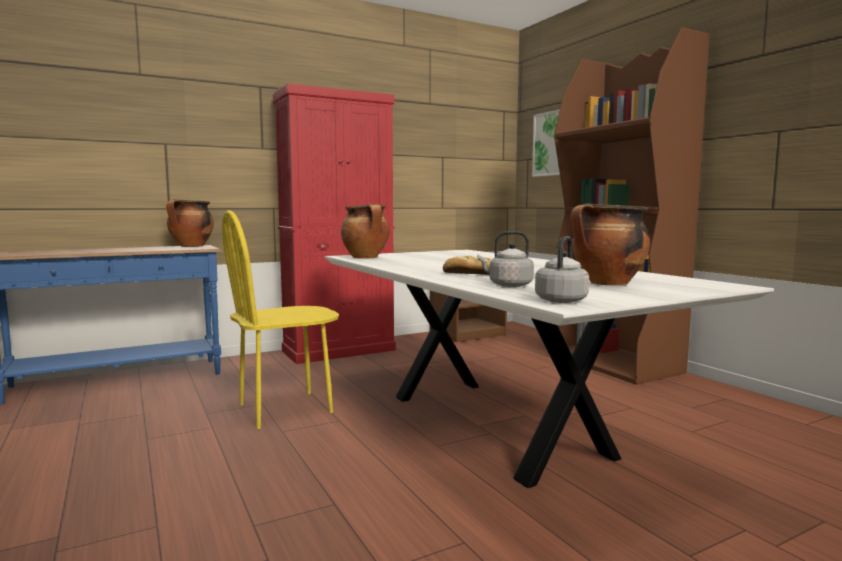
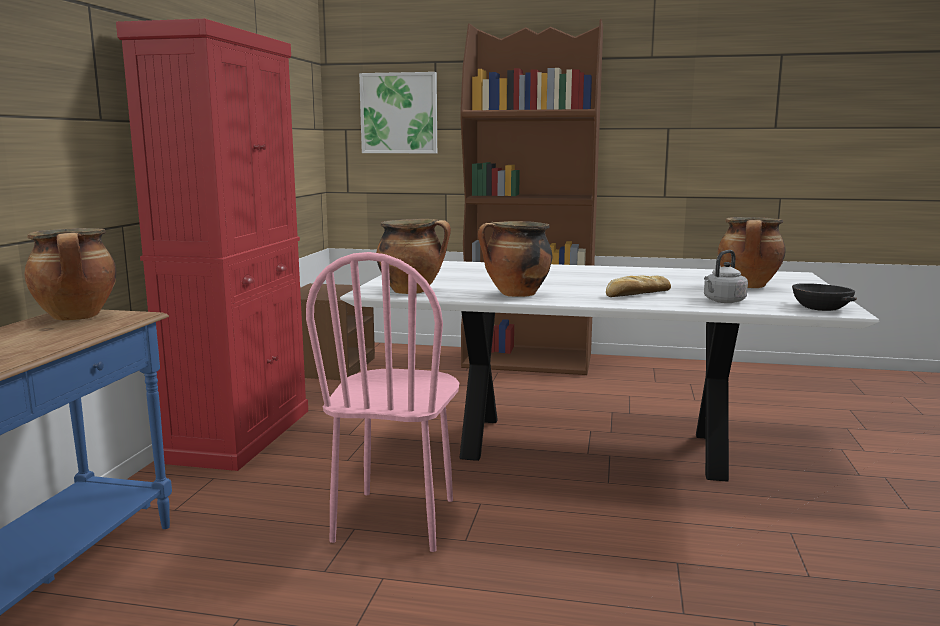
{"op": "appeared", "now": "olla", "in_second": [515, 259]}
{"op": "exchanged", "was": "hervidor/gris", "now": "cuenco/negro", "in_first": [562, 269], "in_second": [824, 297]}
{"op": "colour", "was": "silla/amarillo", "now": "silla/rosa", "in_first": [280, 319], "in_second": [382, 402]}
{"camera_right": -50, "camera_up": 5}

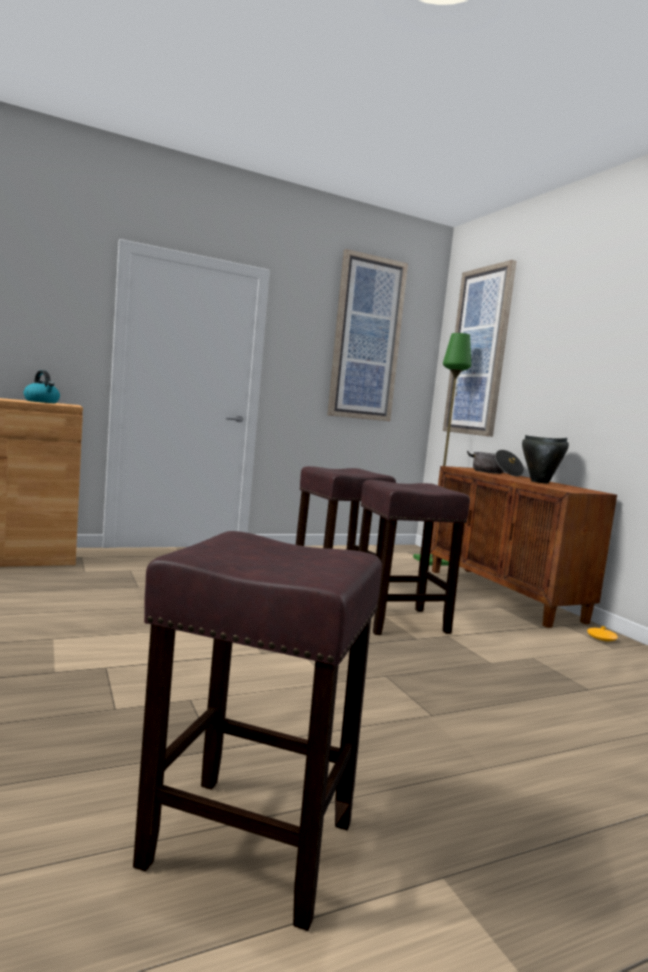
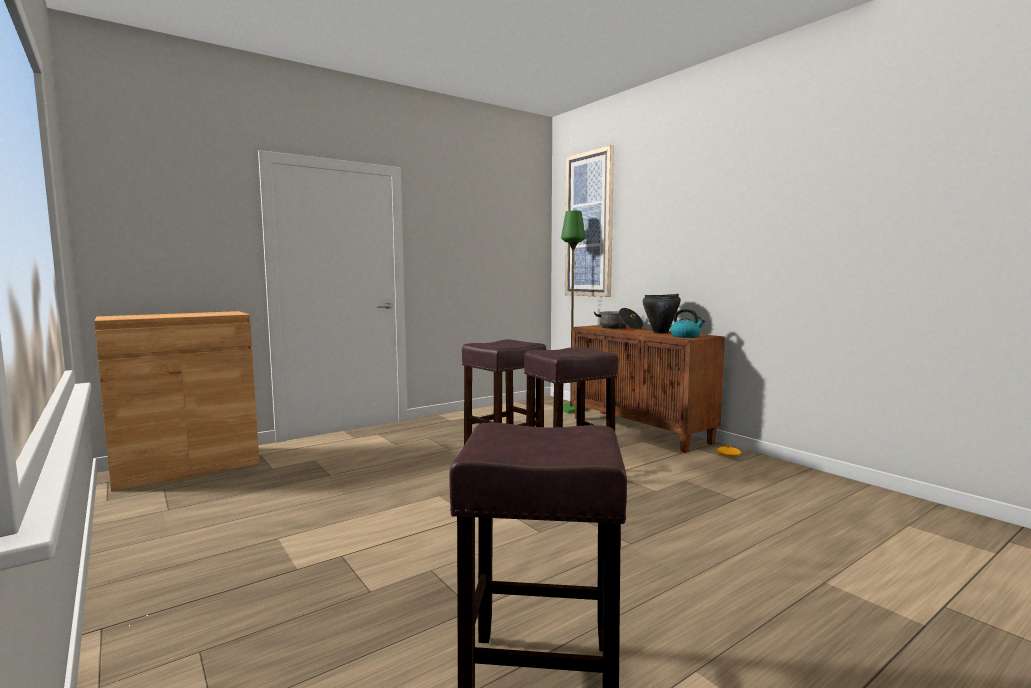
{"op": "missing", "was": "cuadro", "in_first": [367, 335]}
{"op": "relocated", "was": "hervidor", "in_first": [42, 386], "in_second": [687, 323]}
{"camera_right": -10, "camera_up": 0}

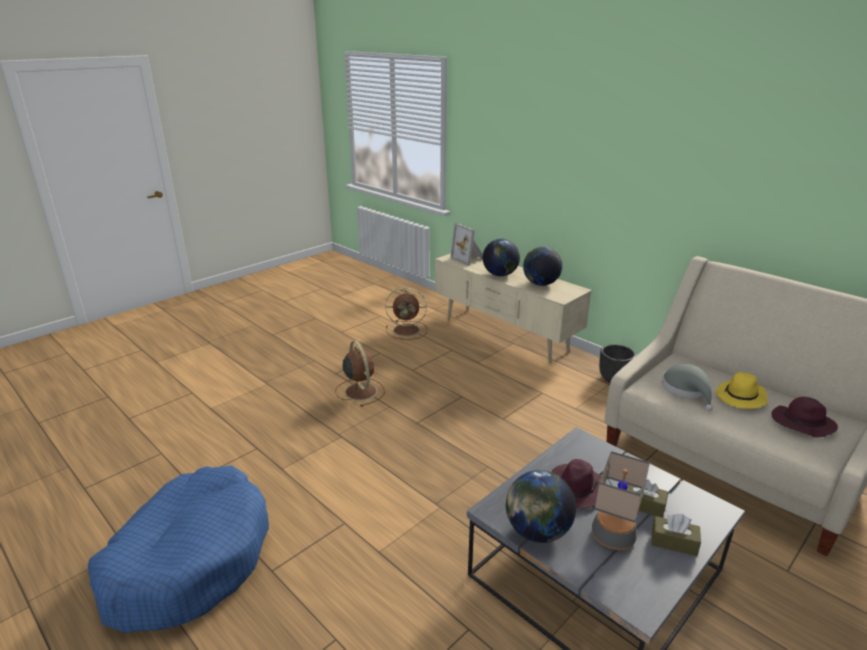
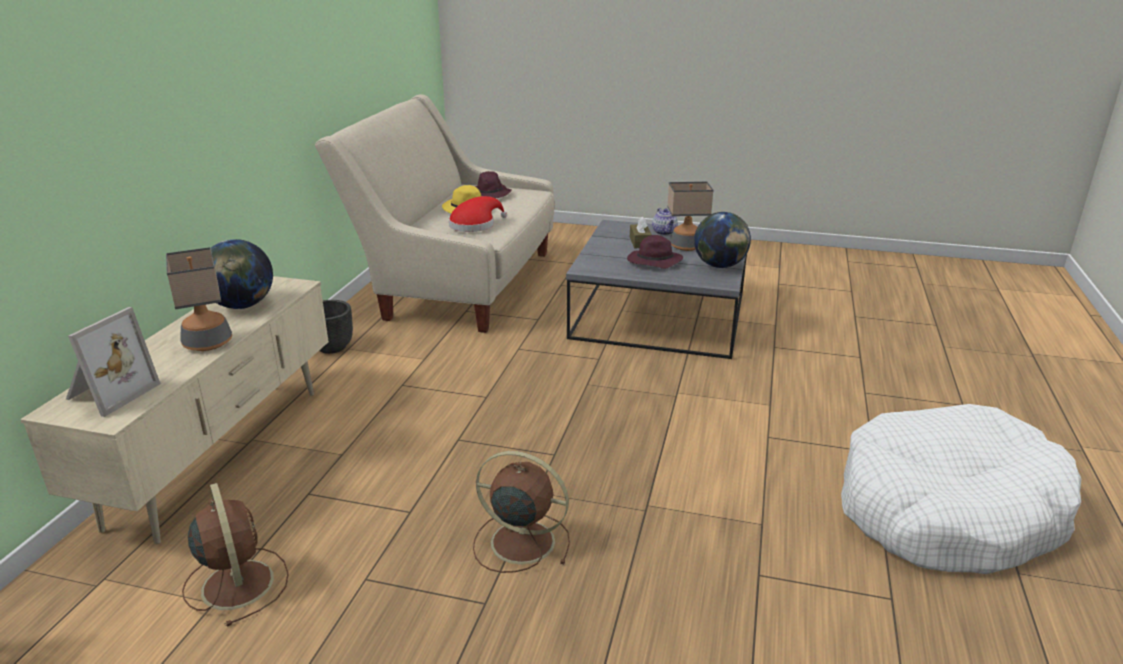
{"op": "exchanged", "was": "globo terráqueo", "now": "lámpara de mesa", "in_first": [501, 257], "in_second": [199, 299]}
{"op": "exchanged", "was": "caja de pañuelos/marrón", "now": "tetera", "in_first": [676, 535], "in_second": [665, 221]}
{"op": "colour", "was": "cama para perro/azul", "now": "cama para perro/blanco", "in_first": [178, 549], "in_second": [961, 489]}
{"op": "colour", "was": "sombrero/gris", "now": "sombrero/rojo", "in_first": [687, 387], "in_second": [478, 214]}
{"op": "spun", "was": "ventilador/marrón", "in_first": [360, 373], "in_second": [521, 512], "clockwise": 75}
{"camera_right": -120, "camera_up": 0}

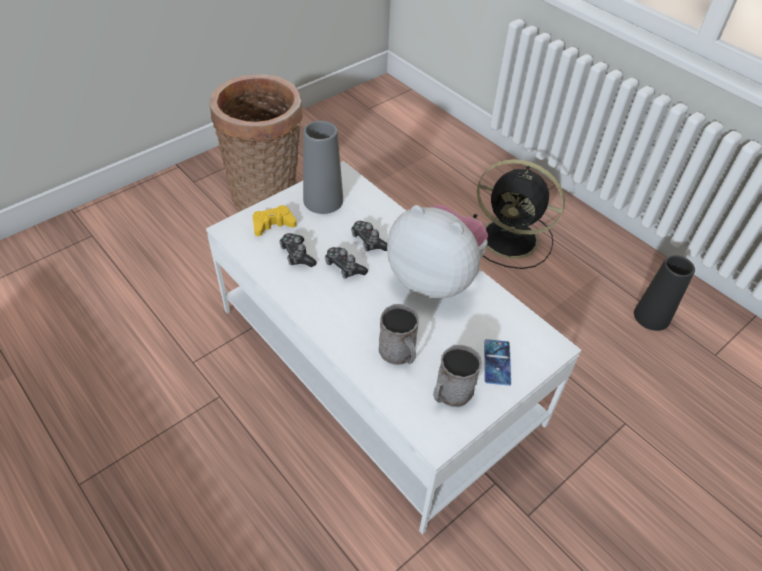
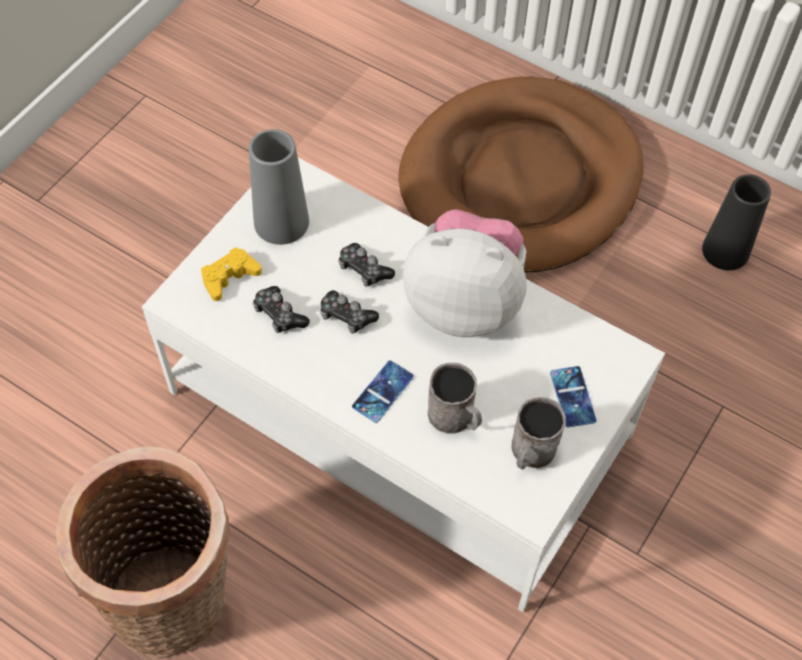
{"op": "appeared", "now": "móvil", "in_second": [383, 391]}
{"op": "relocated", "was": "cesta", "in_first": [256, 142], "in_second": [143, 552]}
{"op": "exchanged", "was": "ventilador/negro", "now": "cama para perro/marrón", "in_first": [519, 214], "in_second": [520, 174]}
{"camera_right": -15, "camera_up": 10}

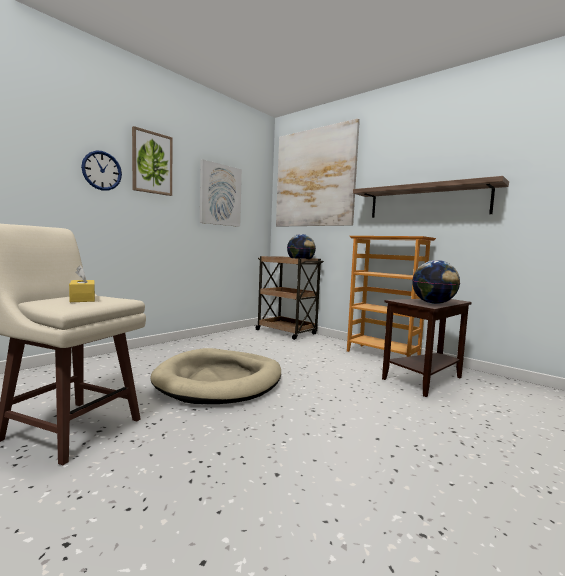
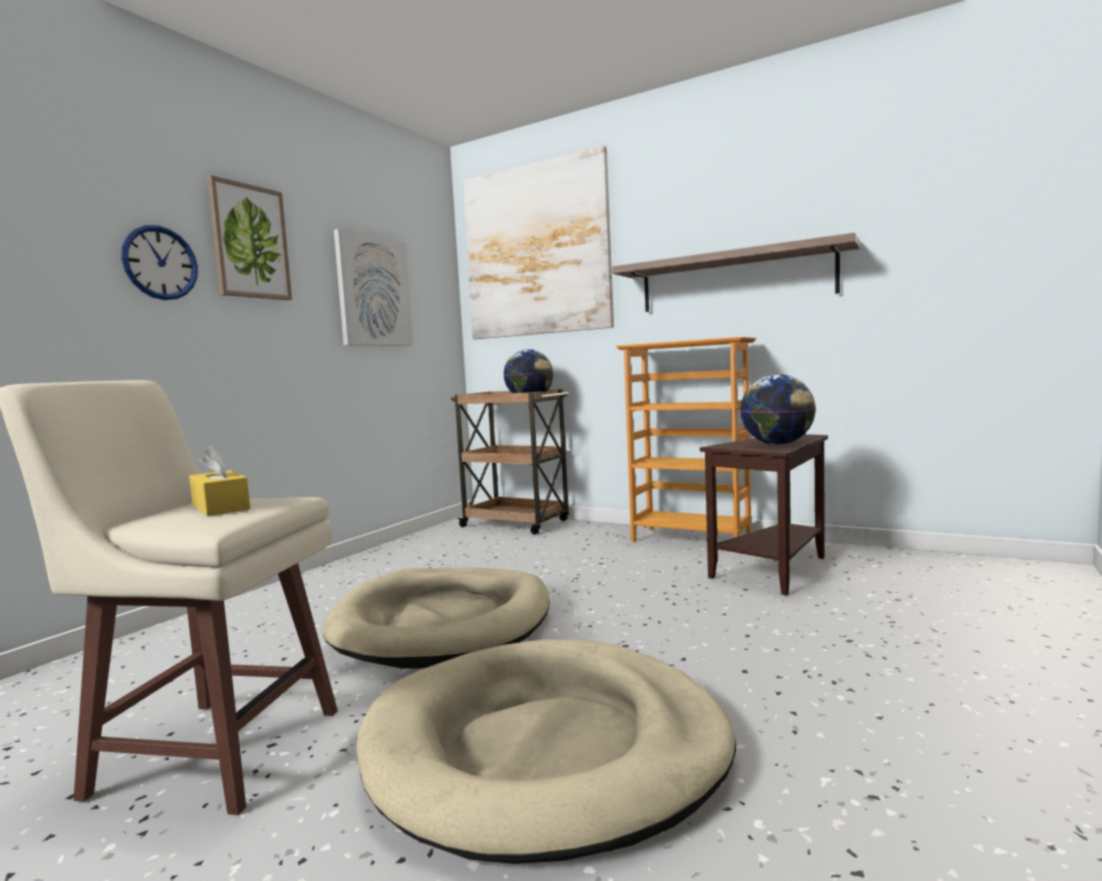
{"op": "appeared", "now": "cama para perro/beis", "in_second": [546, 751]}
{"camera_right": -10, "camera_up": 0}

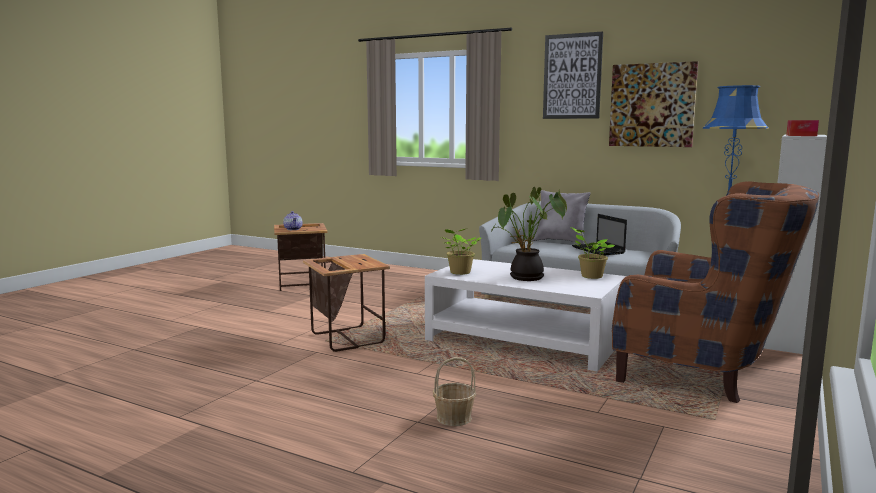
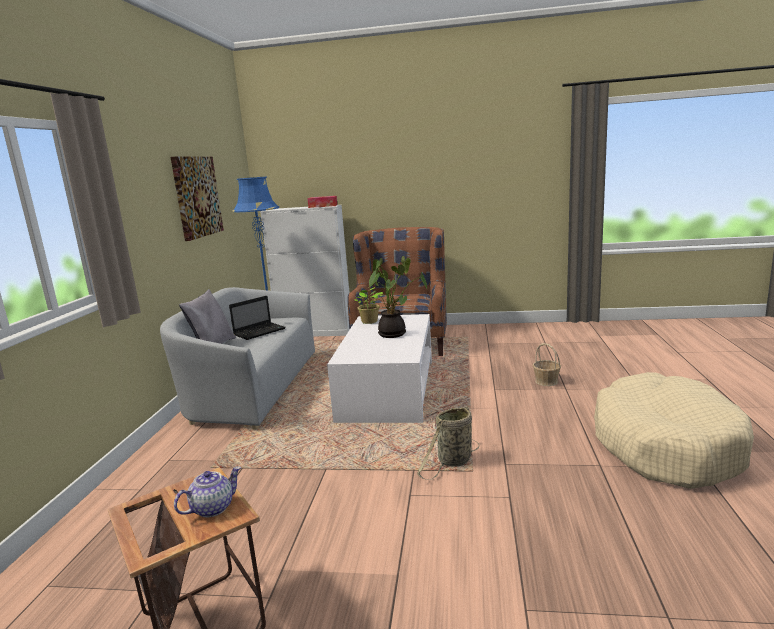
{"op": "missing", "was": "planta en maceta", "in_first": [461, 251]}
{"op": "missing", "was": "cuadro", "in_first": [573, 75]}
{"op": "appeared", "now": "cama para perro/beis", "in_second": [674, 430]}
{"op": "exchanged", "was": "mesa auxiliar", "now": "cesta", "in_first": [346, 303], "in_second": [448, 443]}
{"camera_right": -110, "camera_up": 5}

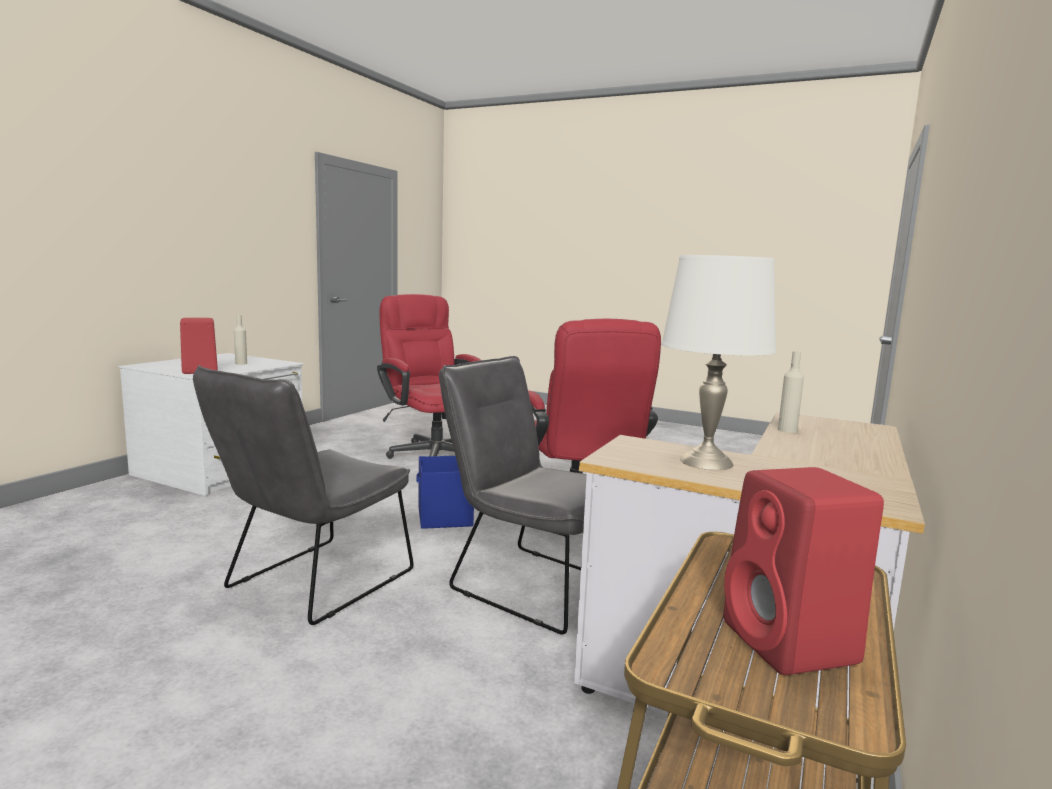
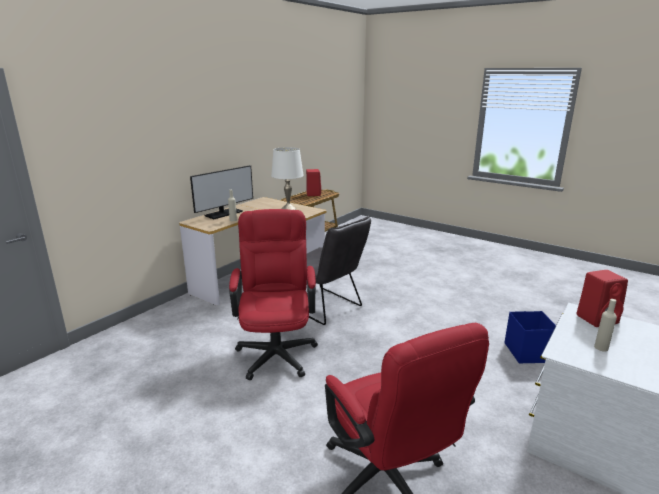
{"op": "missing", "was": "silla/gris", "in_first": [303, 495]}
{"op": "appeared", "now": "monitor", "in_second": [221, 192]}
{"op": "relocated", "was": "caja de almacenaje/azul", "in_first": [445, 492], "in_second": [530, 337]}
{"camera_right": -170, "camera_up": 10}

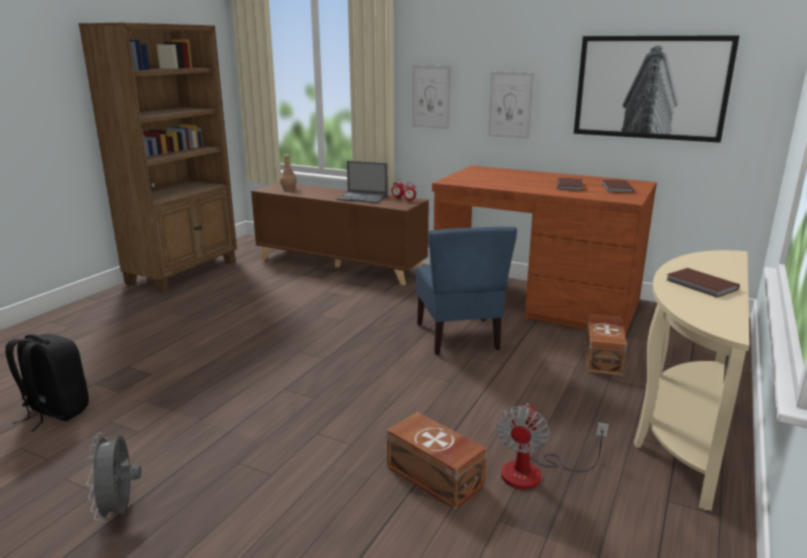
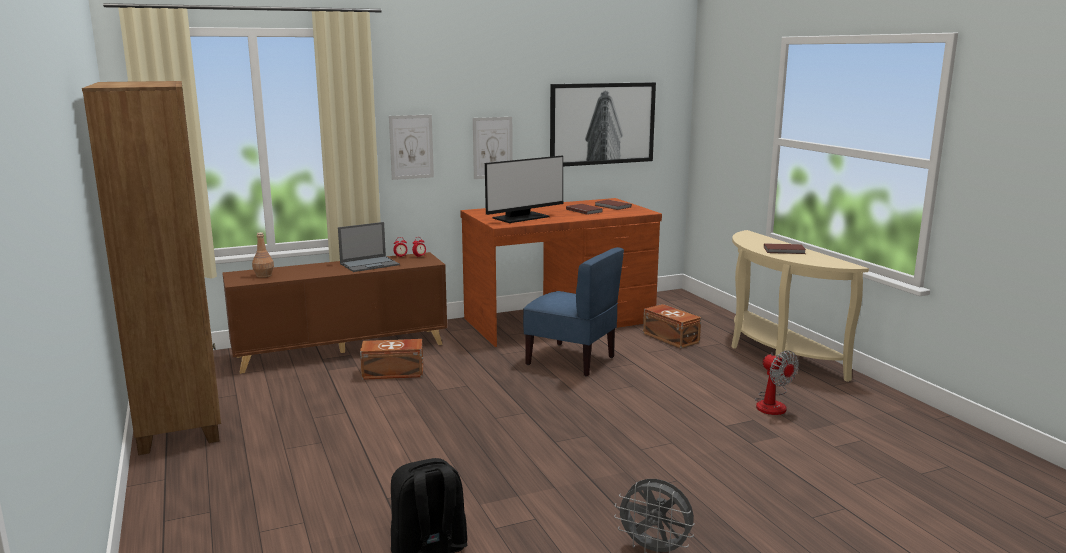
{"op": "appeared", "now": "monitor", "in_second": [524, 189]}
{"op": "relocated", "was": "caja de almacenaje/marrón", "in_first": [437, 461], "in_second": [391, 359]}
{"camera_right": -50, "camera_up": -5}

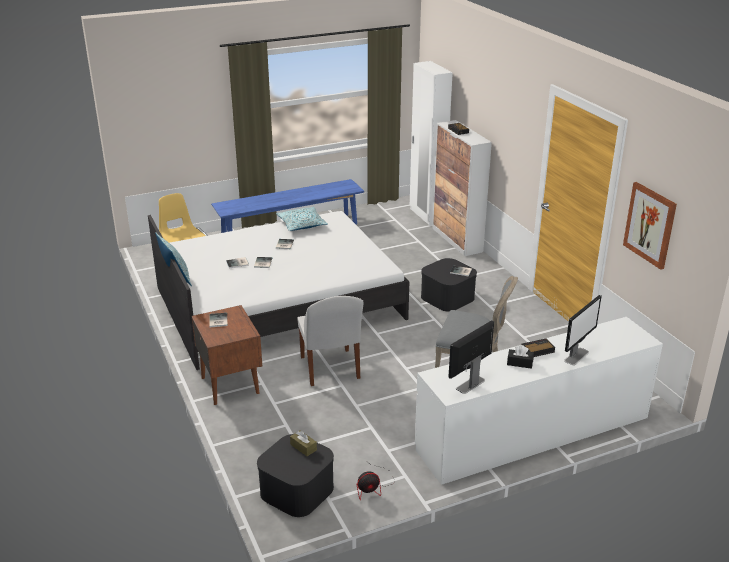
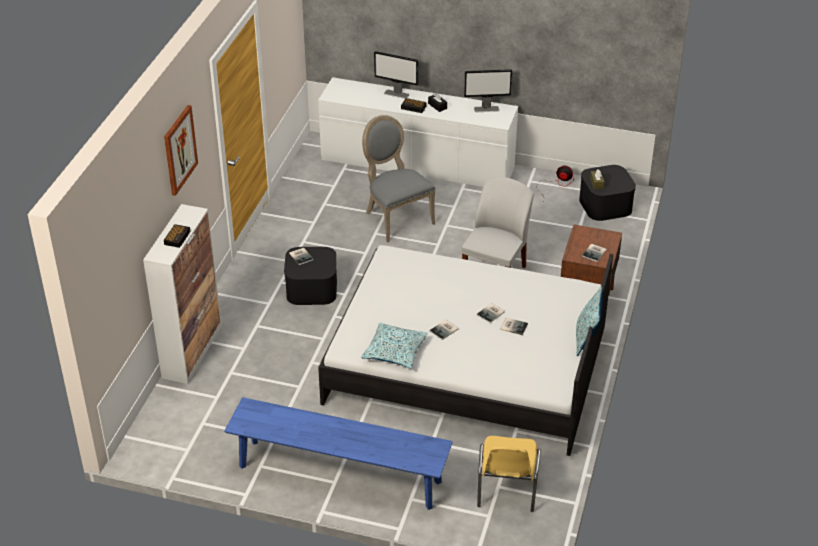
{"op": "missing", "was": "armario ropero/blanco", "in_first": [431, 143]}
{"op": "relocated", "was": "cuadro", "in_first": [650, 226], "in_second": [181, 150]}
{"op": "spun", "was": "monitor", "in_first": [583, 330], "in_second": [396, 75], "clockwise": -150}
{"camera_right": -140, "camera_up": 10}

